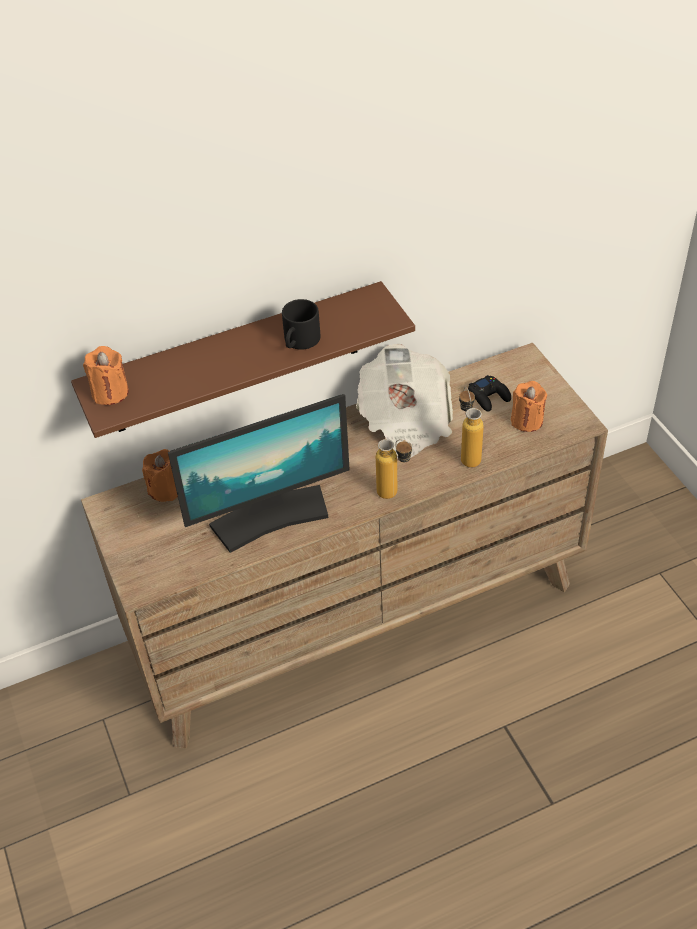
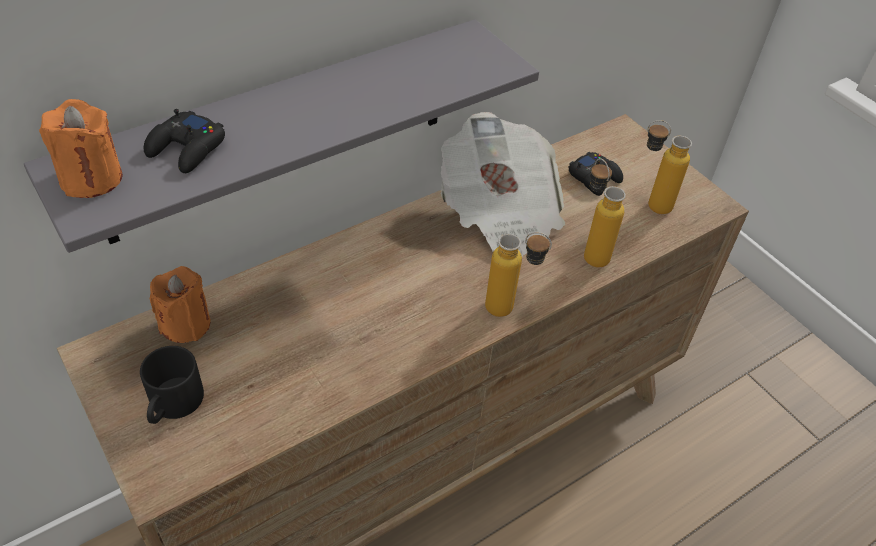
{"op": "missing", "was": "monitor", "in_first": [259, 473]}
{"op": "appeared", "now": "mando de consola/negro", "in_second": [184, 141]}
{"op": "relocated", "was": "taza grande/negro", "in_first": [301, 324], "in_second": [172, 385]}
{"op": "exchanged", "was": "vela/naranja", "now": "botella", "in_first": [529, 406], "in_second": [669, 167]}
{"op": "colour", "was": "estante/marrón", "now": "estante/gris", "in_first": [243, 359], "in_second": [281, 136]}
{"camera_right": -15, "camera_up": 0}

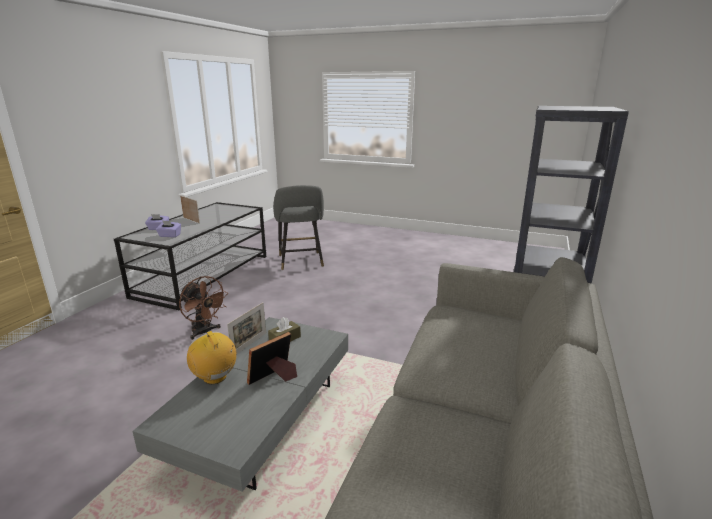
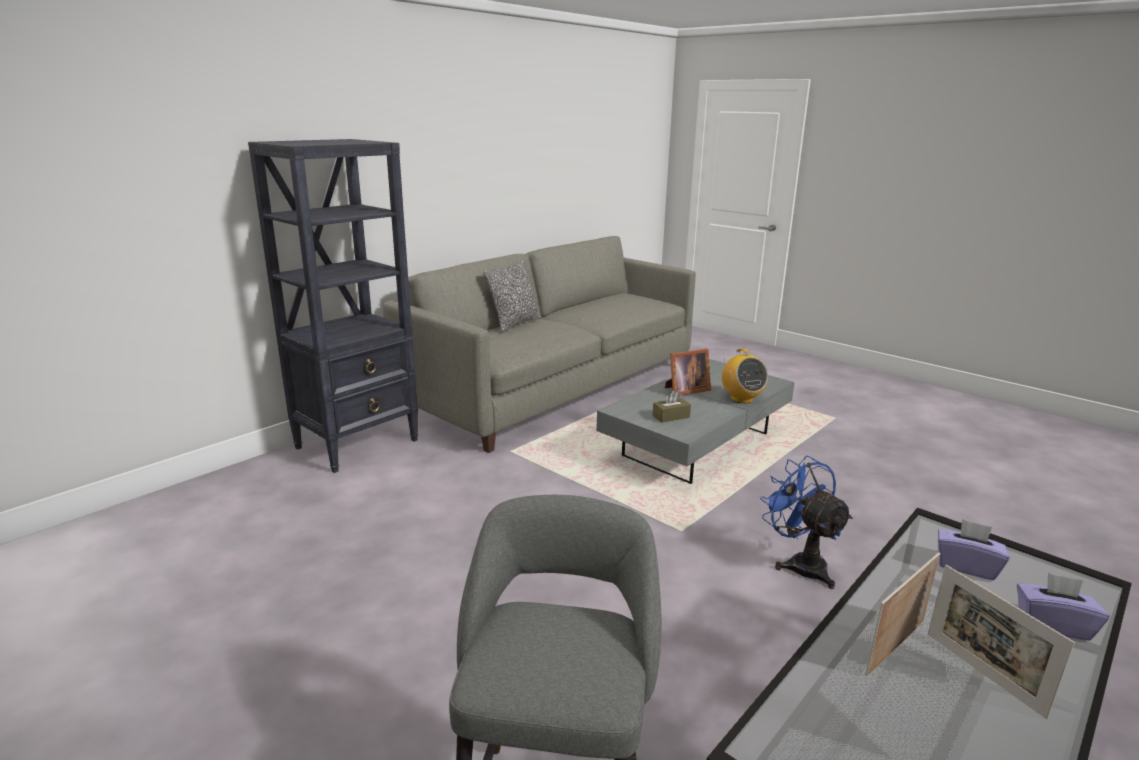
{"op": "appeared", "now": "cojín", "in_second": [512, 296]}
{"op": "relocated", "was": "portarretratos", "in_first": [246, 328], "in_second": [902, 614]}
{"op": "colour", "was": "ventilador/marrón", "now": "ventilador/azul", "in_first": [203, 308], "in_second": [806, 522]}
{"camera_right": -160, "camera_up": 0}

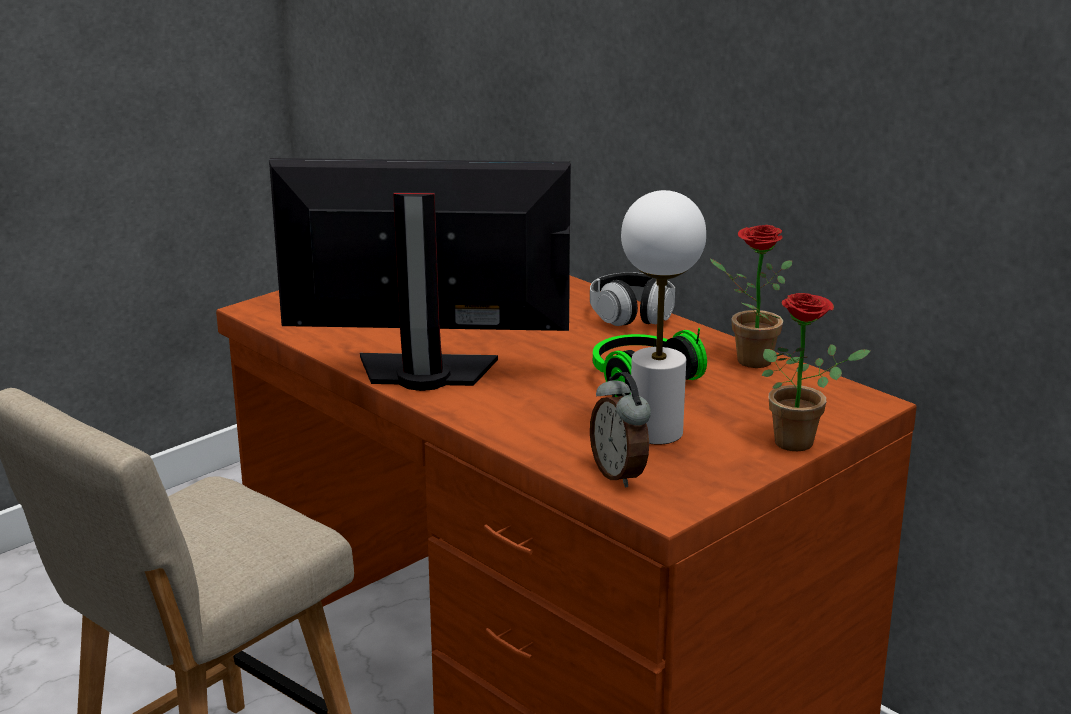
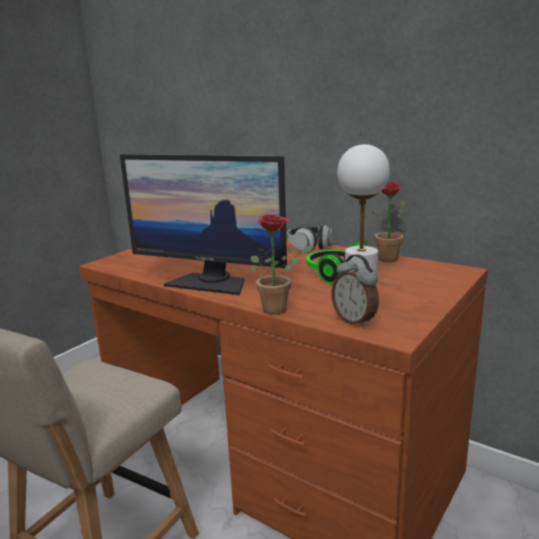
{"op": "relocated", "was": "planta en maceta", "in_first": [816, 372], "in_second": [282, 265]}
{"op": "spun", "was": "monitor", "in_first": [420, 274], "in_second": [203, 224], "clockwise": -150}
{"camera_right": -10, "camera_up": -5}

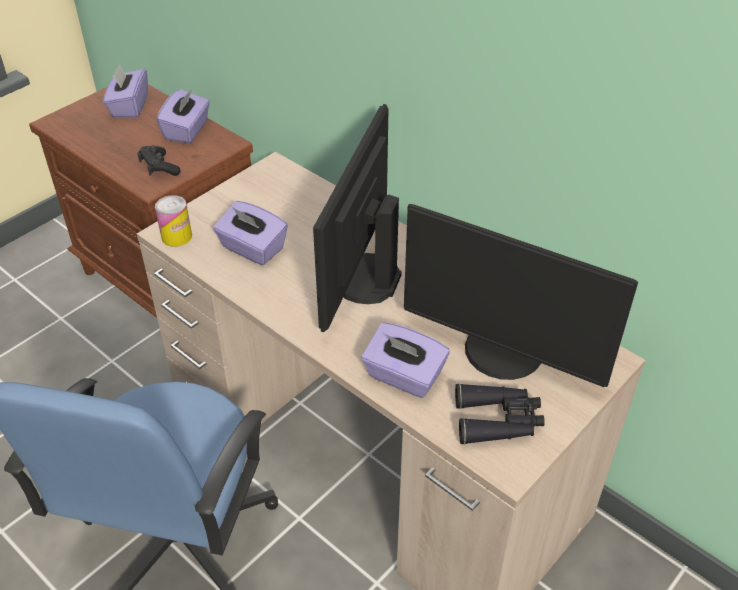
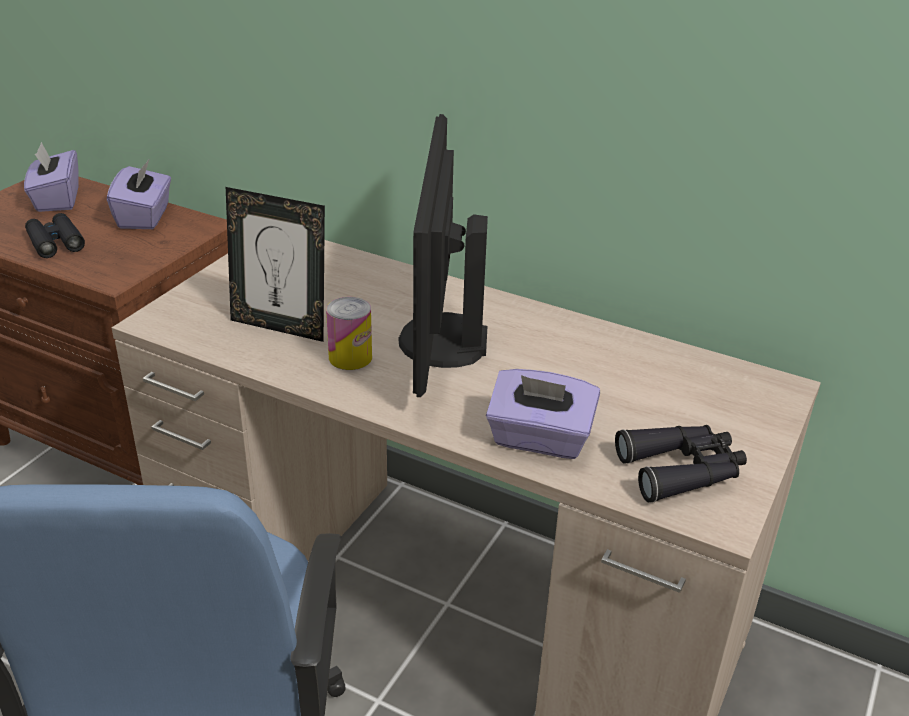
{"op": "missing", "was": "mando de consola/negro", "in_first": [159, 160]}
{"op": "missing", "was": "monitor", "in_first": [521, 295]}
{"op": "appeared", "now": "prismáticos/negro", "in_second": [55, 235]}
{"op": "relocated", "was": "lata", "in_first": [173, 221], "in_second": [349, 333]}
{"op": "exchanged", "was": "caja de pañuelos/morado", "now": "portarretratos", "in_first": [250, 233], "in_second": [275, 264]}
{"camera_right": -15, "camera_up": -10}

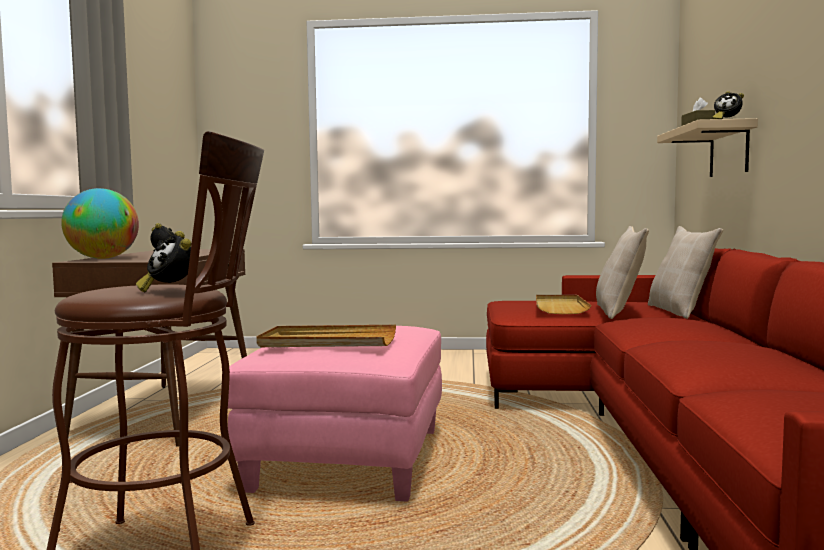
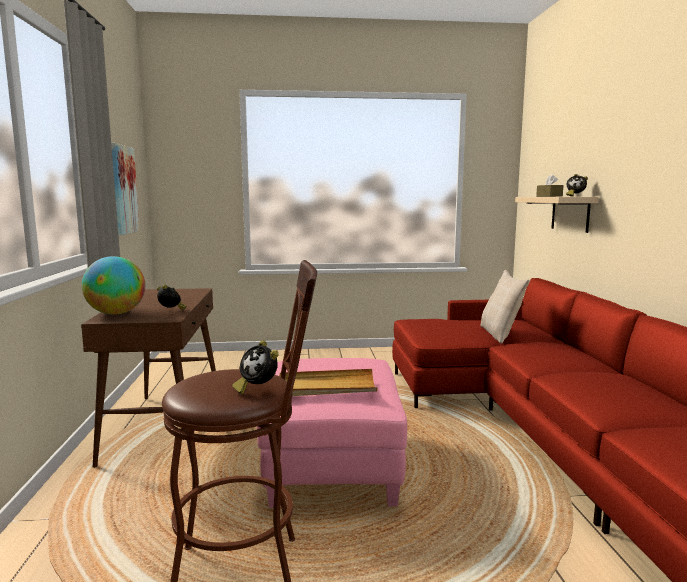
{"op": "missing", "was": "bandeja/beis", "in_first": [564, 304]}
{"op": "missing", "was": "cojín/beis", "in_first": [685, 272]}
{"op": "appeared", "now": "cuadro", "in_second": [125, 189]}
{"camera_right": -10, "camera_up": 5}

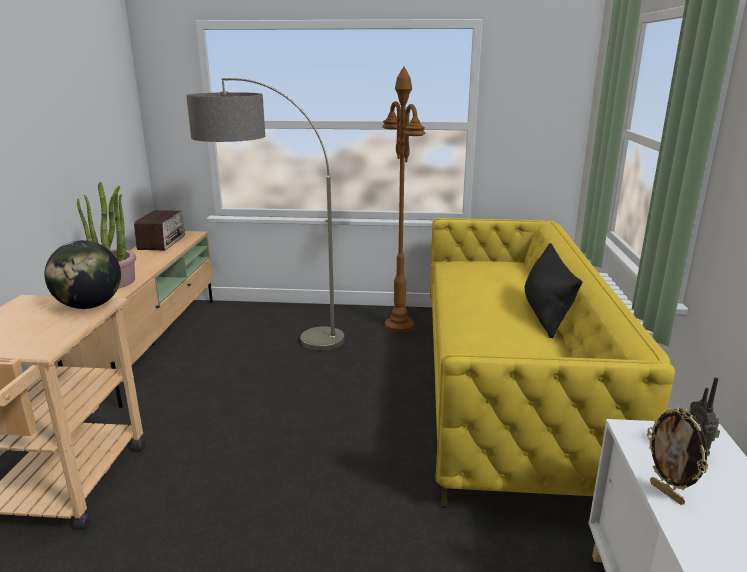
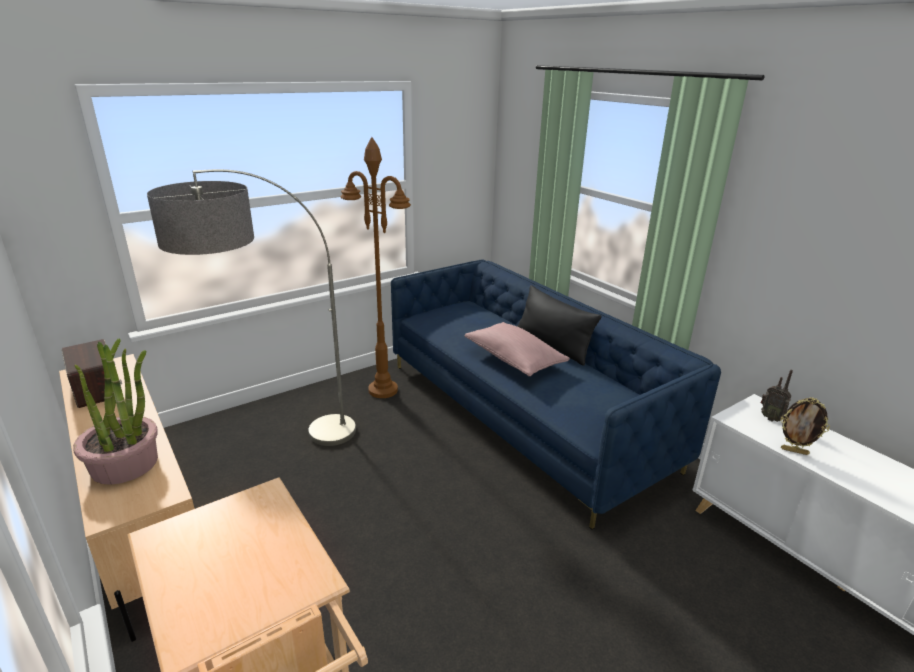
{"op": "missing", "was": "globo terráqueo", "in_first": [82, 274]}
{"op": "appeared", "now": "cojín/rosa", "in_second": [517, 349]}
{"op": "colour", "was": "sofá/amarillo", "now": "sofá/azul", "in_first": [552, 362], "in_second": [556, 394]}
{"camera_right": -40, "camera_up": 5}

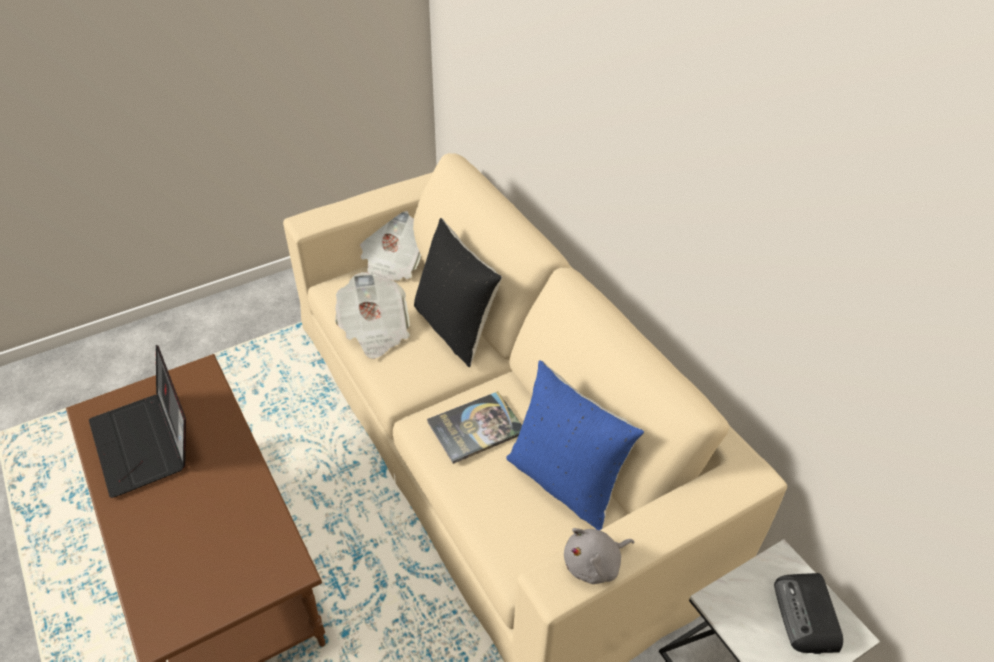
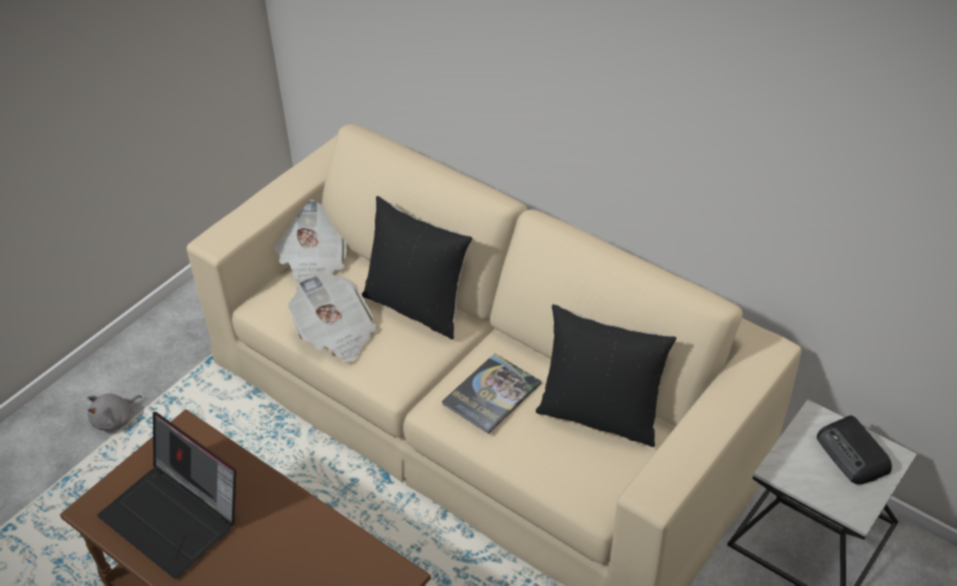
{"op": "relocated", "was": "peluche/gris", "in_first": [599, 556], "in_second": [114, 412]}
{"op": "colour", "was": "cojín/azul", "now": "cojín/negro", "in_first": [575, 445], "in_second": [606, 375]}
{"camera_right": -20, "camera_up": 0}

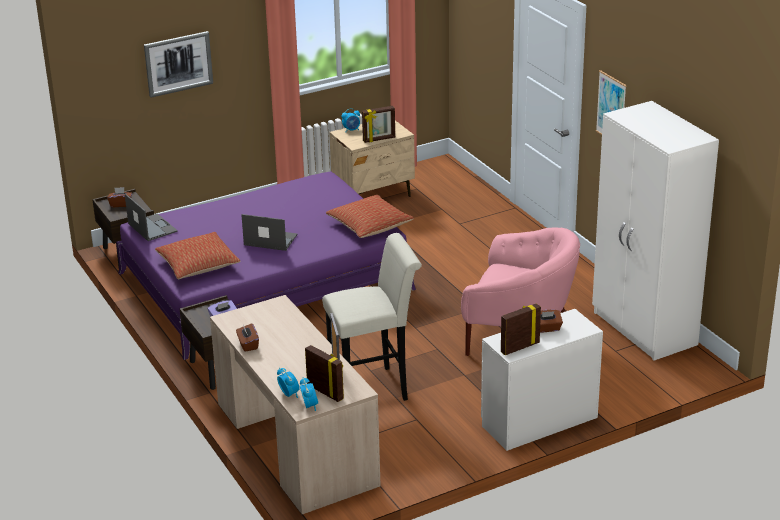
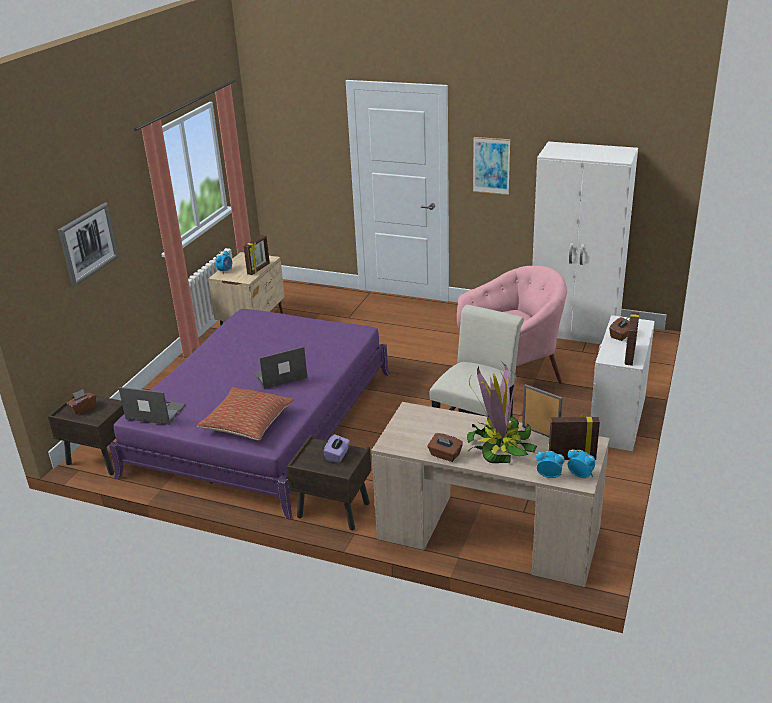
{"op": "missing", "was": "cojín", "in_first": [370, 216]}
{"op": "appeared", "now": "planta en maceta", "in_second": [502, 412]}
{"camera_right": -40, "camera_up": 0}

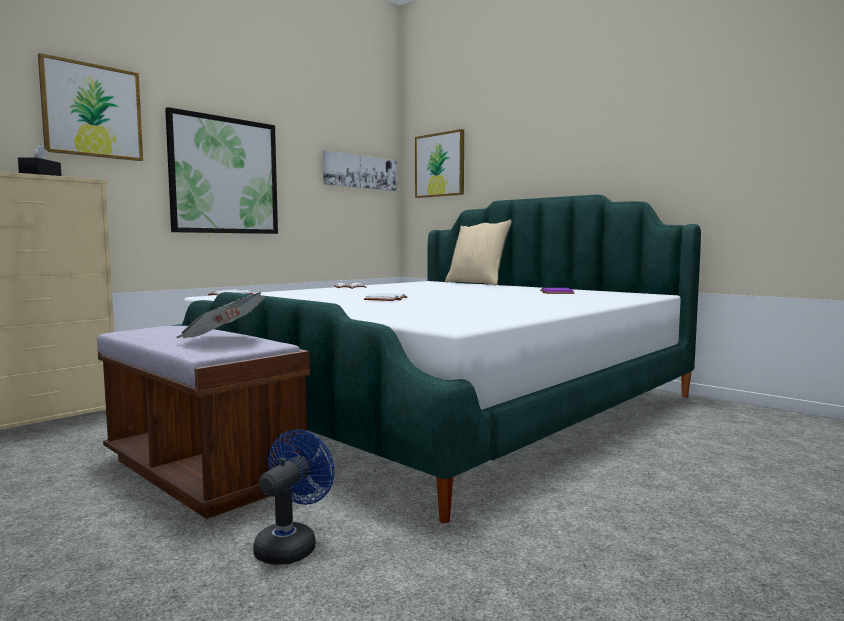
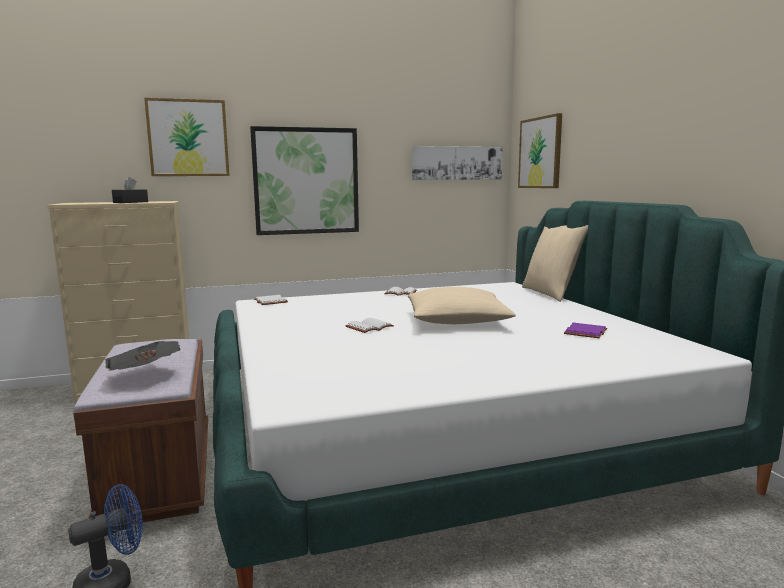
{"op": "appeared", "now": "cojín/beis", "in_second": [462, 305]}
{"camera_right": 30, "camera_up": 5}

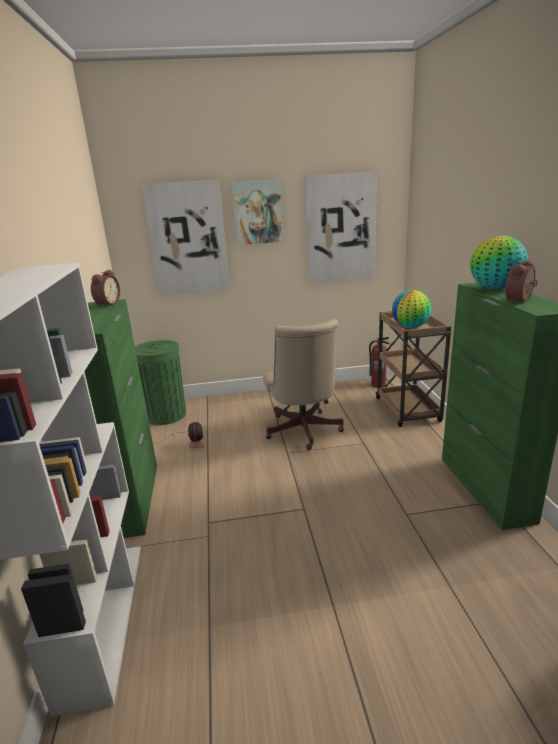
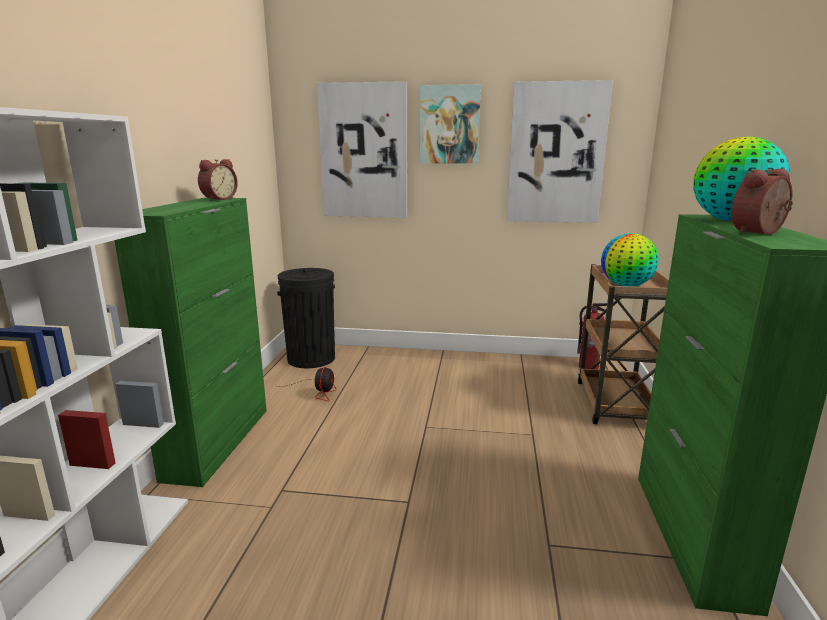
{"op": "missing", "was": "silla de oficina/beis", "in_first": [303, 384]}
{"op": "colour", "was": "papelera/verde", "now": "papelera/negro", "in_first": [160, 382], "in_second": [306, 318]}
{"camera_right": 15, "camera_up": -5}

